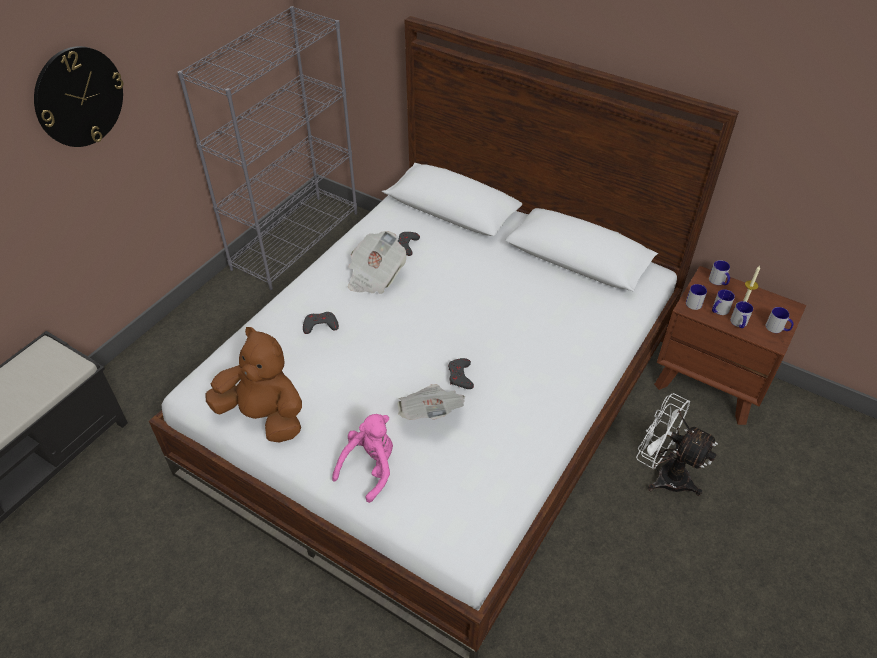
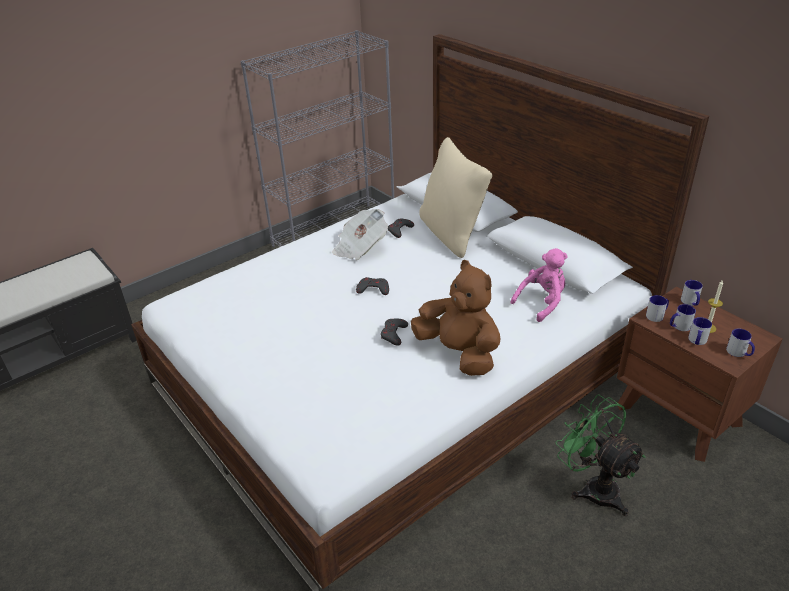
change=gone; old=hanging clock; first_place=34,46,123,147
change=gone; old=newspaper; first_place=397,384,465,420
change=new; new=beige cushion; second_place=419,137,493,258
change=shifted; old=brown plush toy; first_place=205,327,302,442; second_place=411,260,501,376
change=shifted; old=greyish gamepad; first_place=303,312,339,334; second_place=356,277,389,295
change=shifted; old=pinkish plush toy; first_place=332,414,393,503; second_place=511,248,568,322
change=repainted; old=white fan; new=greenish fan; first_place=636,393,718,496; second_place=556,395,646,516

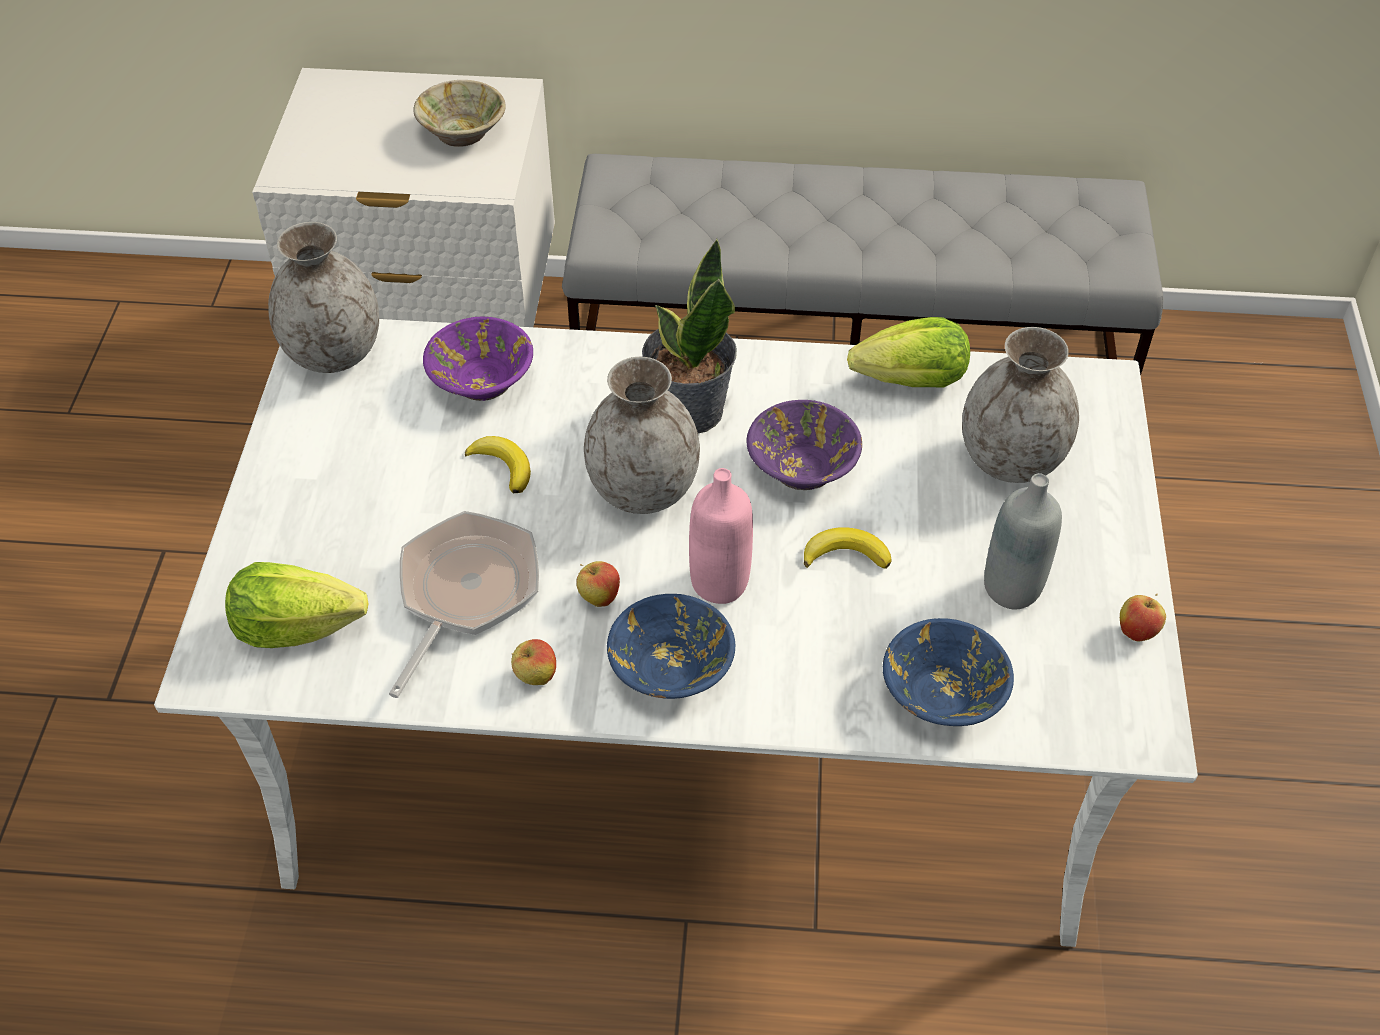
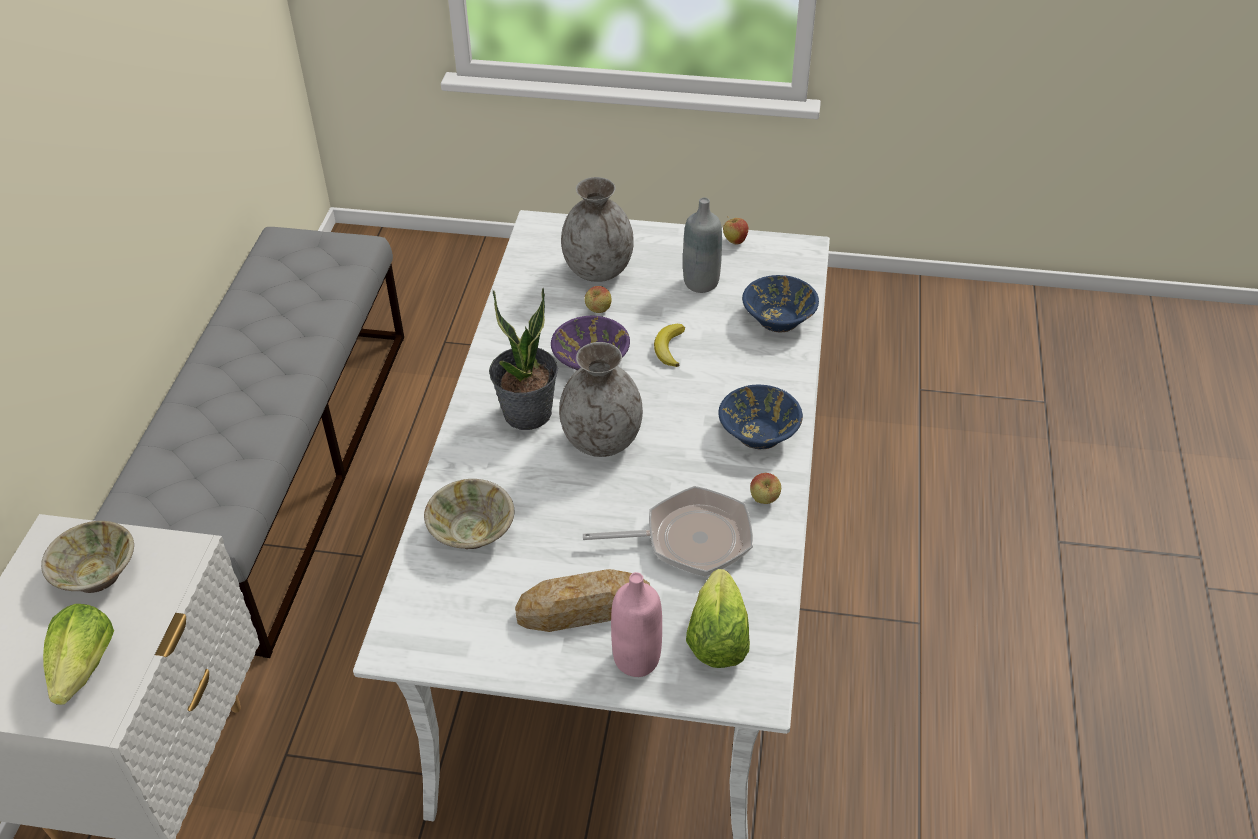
change=gone; old=greyish decorative vase; first_place=268,222,379,373
change=gone; old=banana fruit; first_place=465,436,531,494
change=new; new=bread; second_place=515,569,650,632
change=shifted; old=whole apple; first_place=576,561,620,607; second_place=585,286,612,313
change=shifted; old=pinkish bottle; first_place=689,468,753,604; second_place=611,572,662,677
change=shifted; old=lettuce head; first_place=847,317,970,388; second_place=43,604,114,705
change=repainted; old=purple-coloured deep dish; new=beige deep dish; first_place=423,317,533,401; second_place=424,479,514,549
change=rotated; old=pan; first_place=389,511,539,698; second_place=583,486,753,577; degrees=150

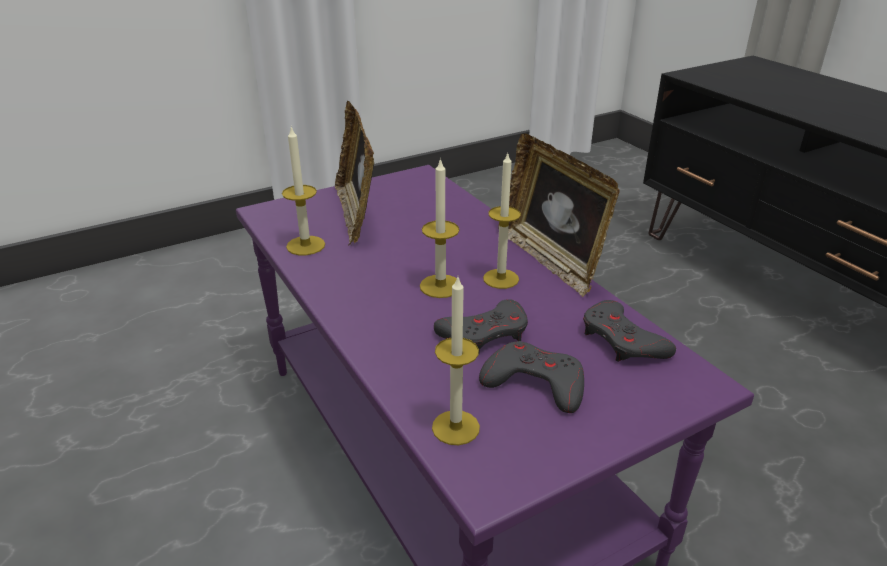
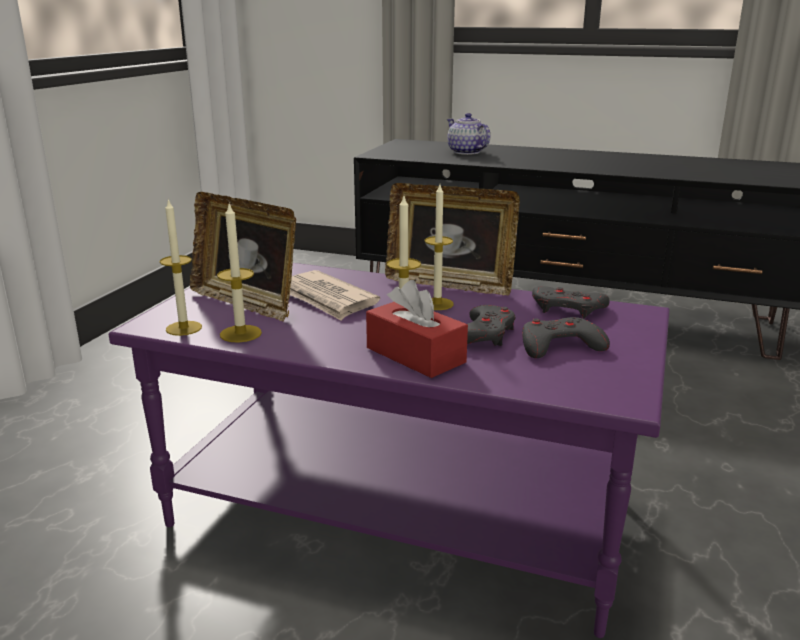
change=new; new=newspaper; second_place=290,270,380,321
change=new; new=red tissue box; second_place=366,280,468,378
change=new; new=tea pot; second_place=447,113,490,155
change=shifted; old=candle; first_place=432,277,480,445; second_place=160,198,202,336

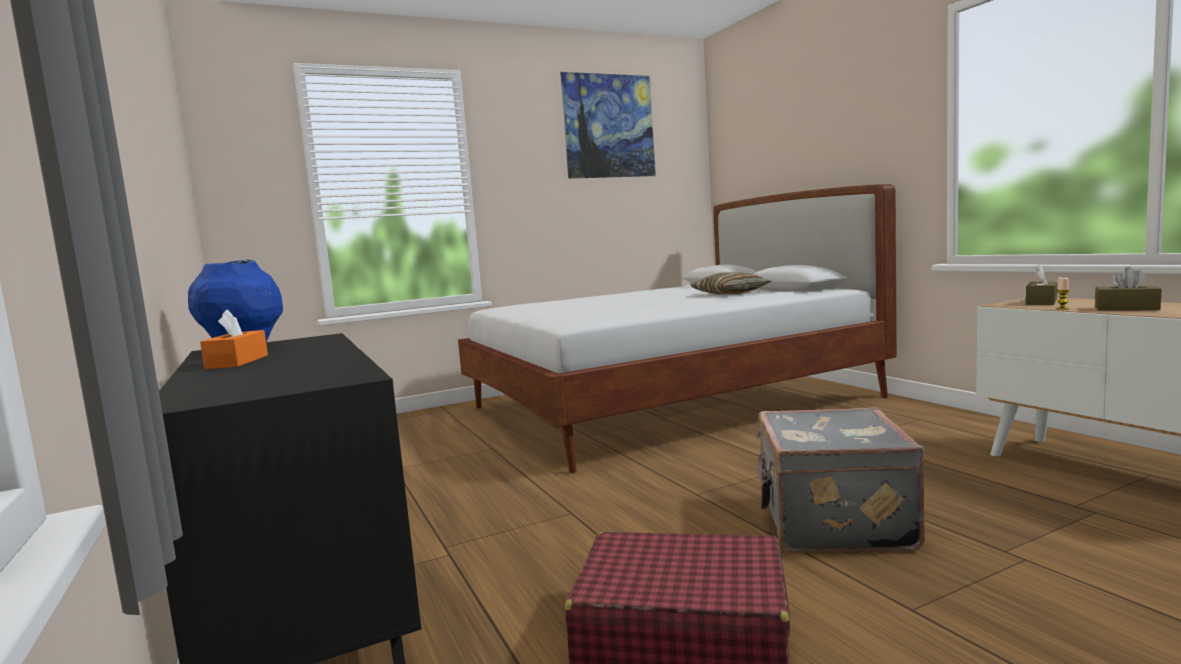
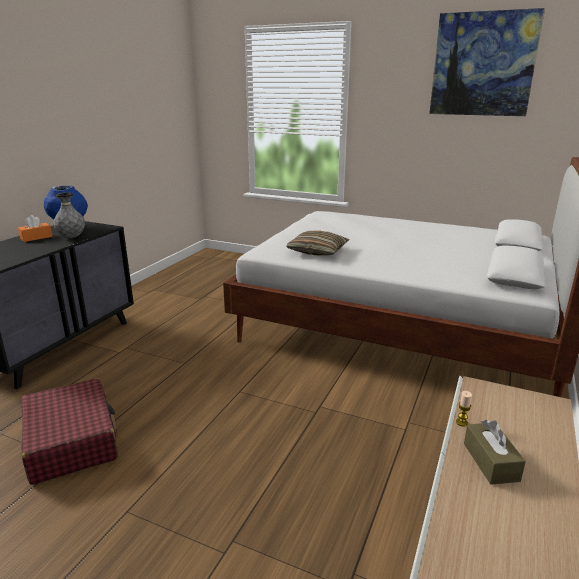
change=gone; old=greyish travel case; first_place=755,407,925,553
change=gone; old=brown tissue box; first_place=1026,265,1057,305
change=new; new=greyish decorative vase; second_place=53,193,85,238
change=shifted; old=cushion; first_place=690,272,771,294; second_place=286,230,350,256

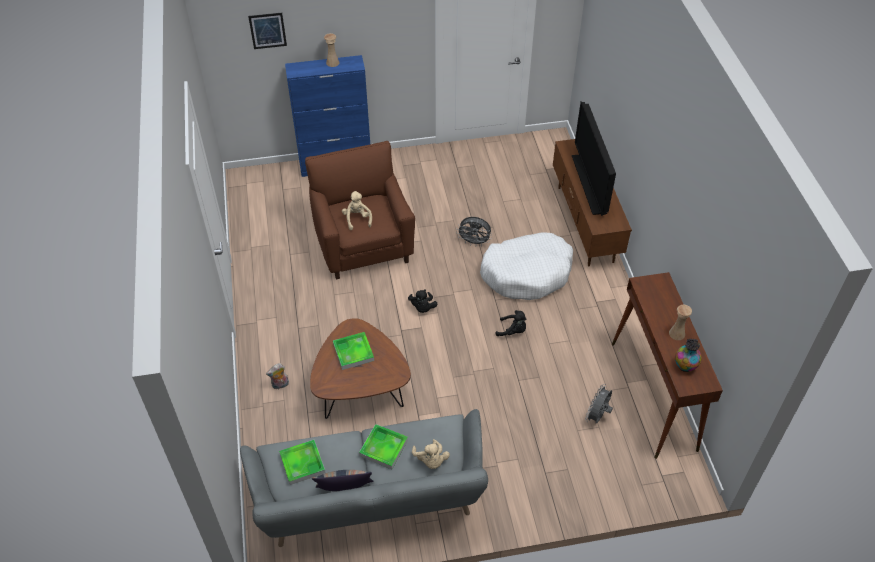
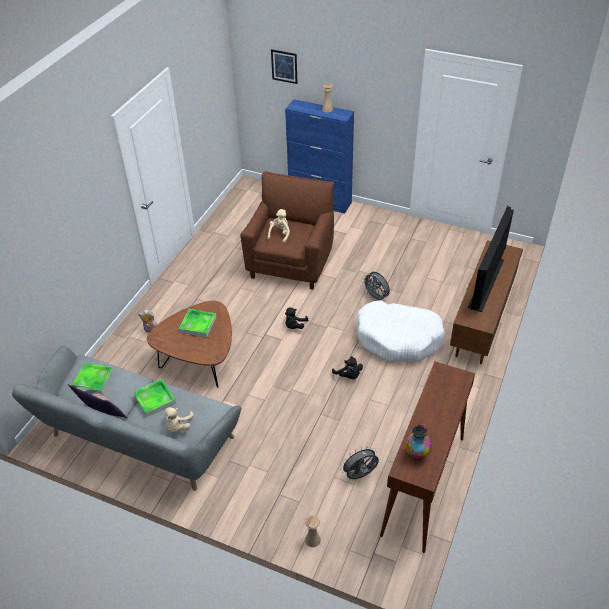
change=shifted; old=beige decorative vase; first_place=669,305,692,340; second_place=305,515,321,547

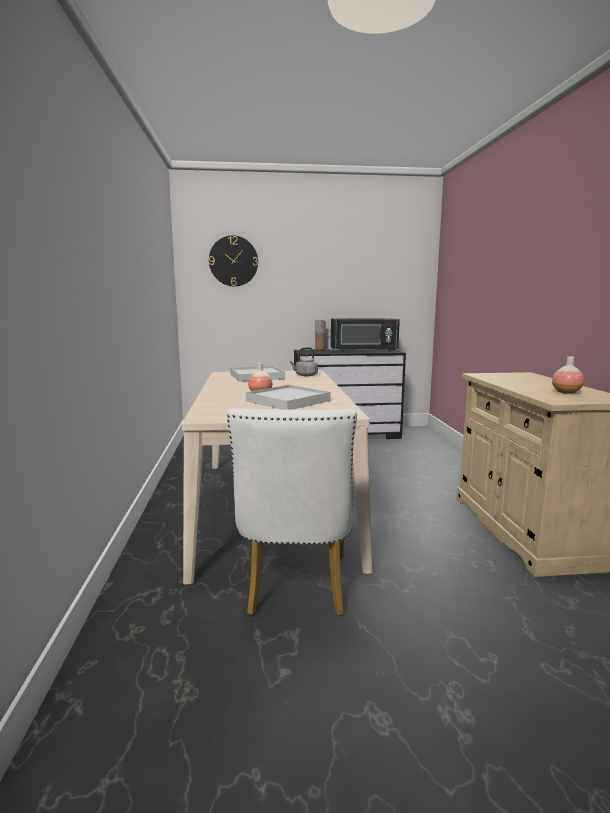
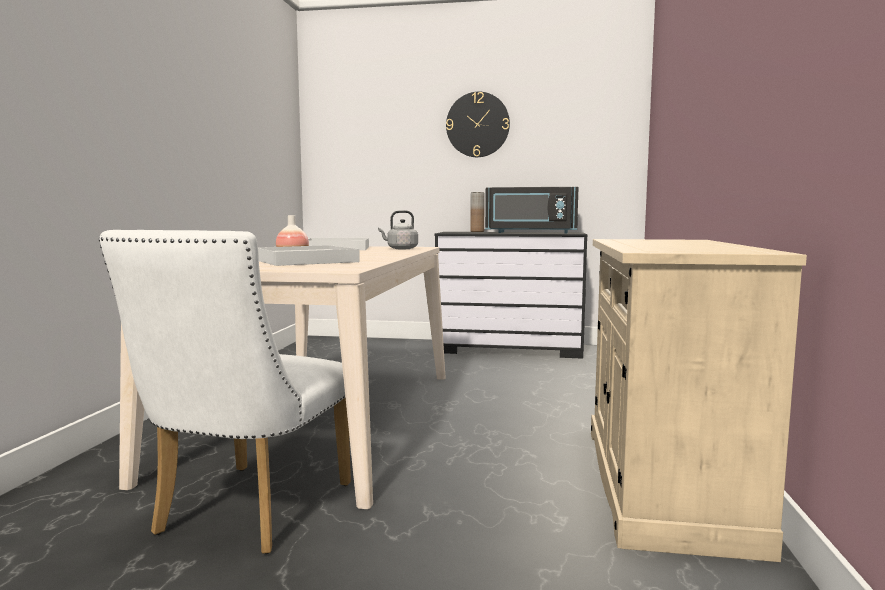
change=gone; old=decorative vase; first_place=552,356,584,394
change=shifted; old=hanging clock; first_place=209,235,258,287; second_place=446,92,510,157

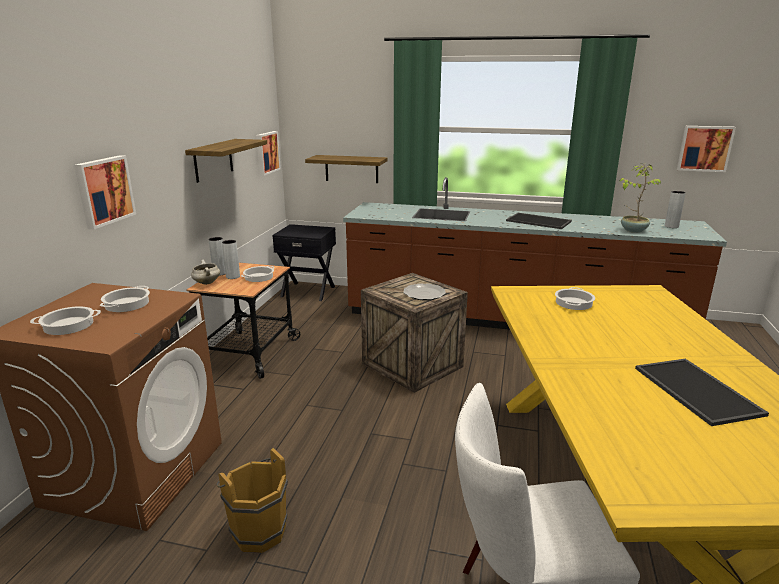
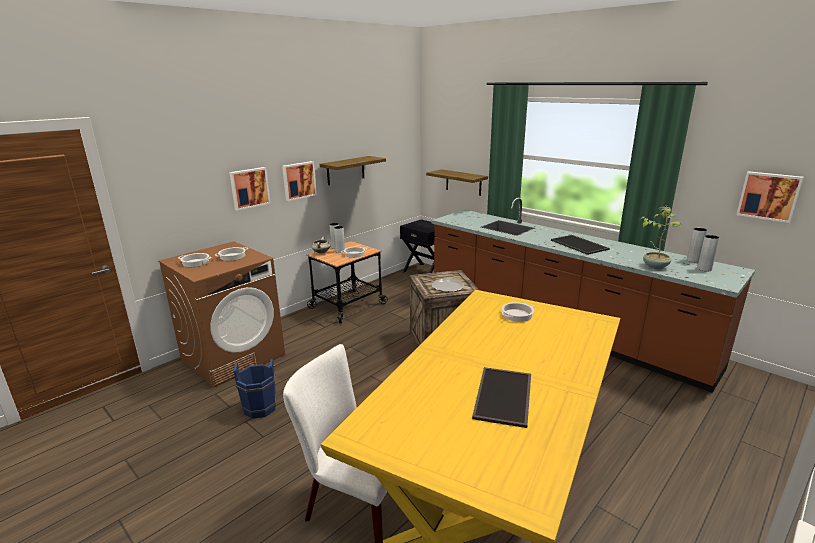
change=new; new=greyish decorative vase; second_place=687,228,707,263
change=shifted; old=wall picture; first_place=256,131,281,176; second_place=282,161,317,201
change=repainted; old=brown bucket; new=bluish bucket; first_place=216,448,288,553; second_place=233,359,277,419

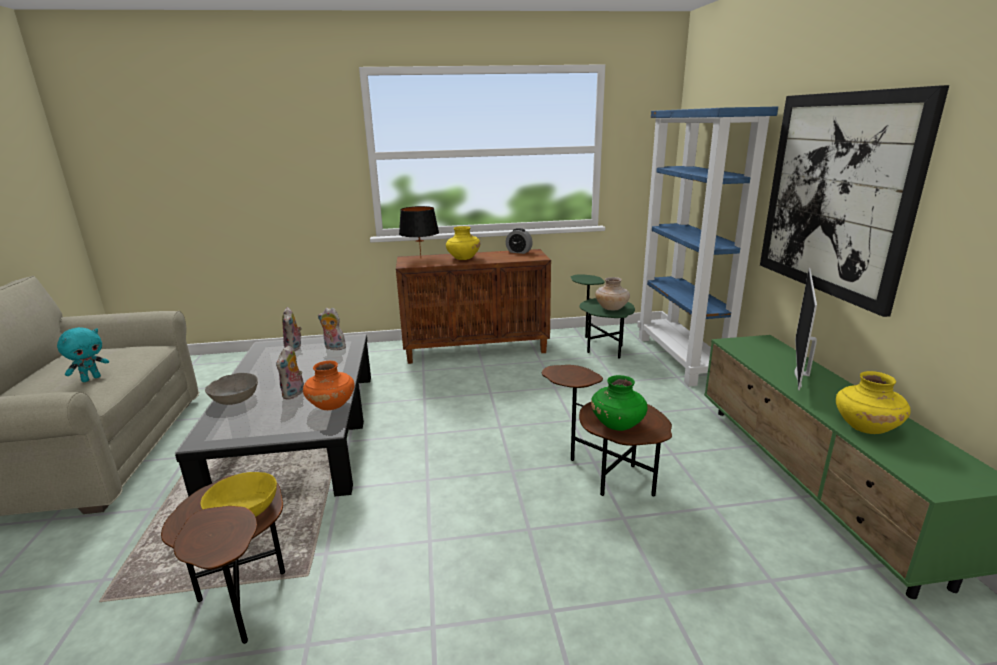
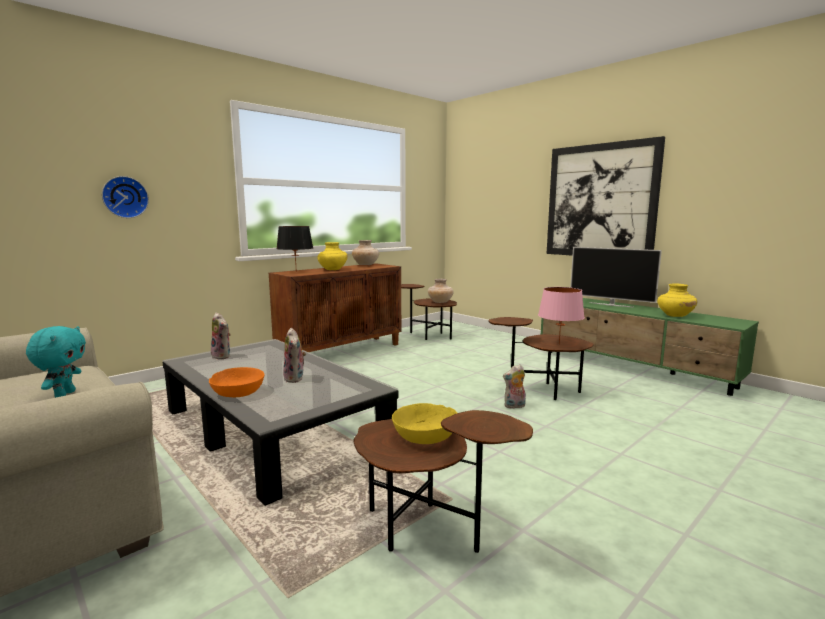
change=gone; old=orangey decorative vase; first_place=303,361,355,410
change=gone; old=bluish bookcase; first_place=637,107,778,386
change=new; new=hanging clock; second_place=102,176,149,218
change=shifted; old=plush toy; first_place=318,308,346,350; second_place=503,365,526,409
change=swapped; old=bedside clock; new=beige decorative vase; first_place=506,228,533,254; second_place=352,240,379,265
change=swapped; old=greenish decorative vase; new=pinkish table lamp; first_place=591,375,648,431; second_place=538,287,585,345
change=repainted; old=greyish deep dish; new=orangey deep dish; first_place=205,373,258,405; second_place=209,367,265,397
change=repainted; old=greenish accent table; new=brown accent table; first_place=571,274,635,359; second_place=401,284,457,340
change=rotated; old=TV set; first_place=794,268,817,390; second_place=570,247,662,308; degrees=-45

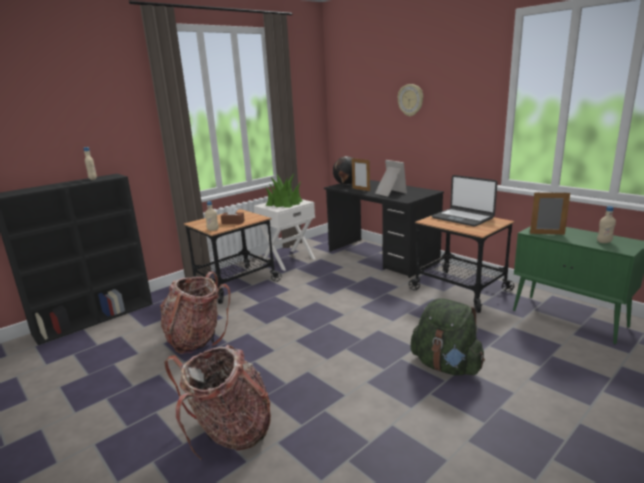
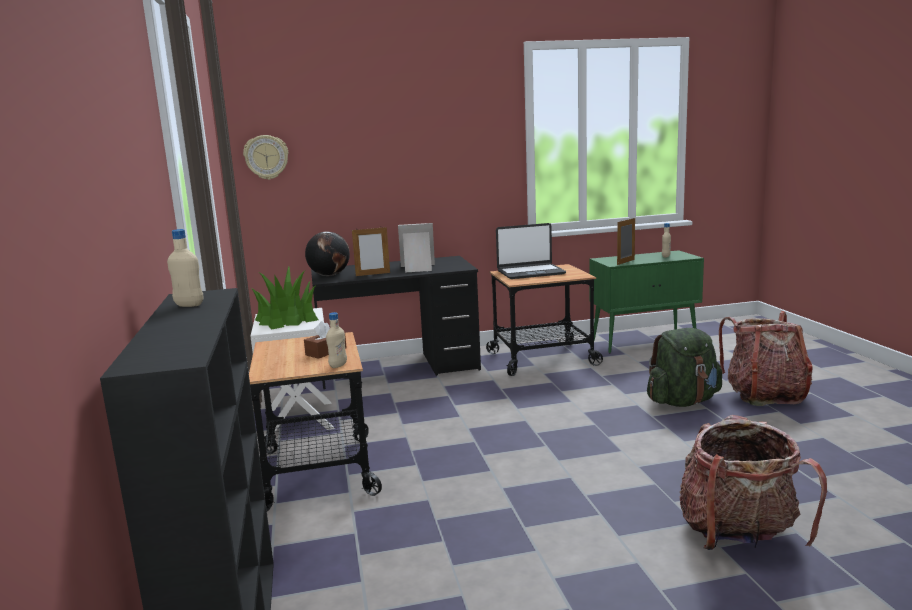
change=shifted; old=knapsack; first_place=160,271,230,354; second_place=719,311,813,406
change=shifted; old=hanging clock; first_place=397,84,423,117; second_place=243,135,288,180

